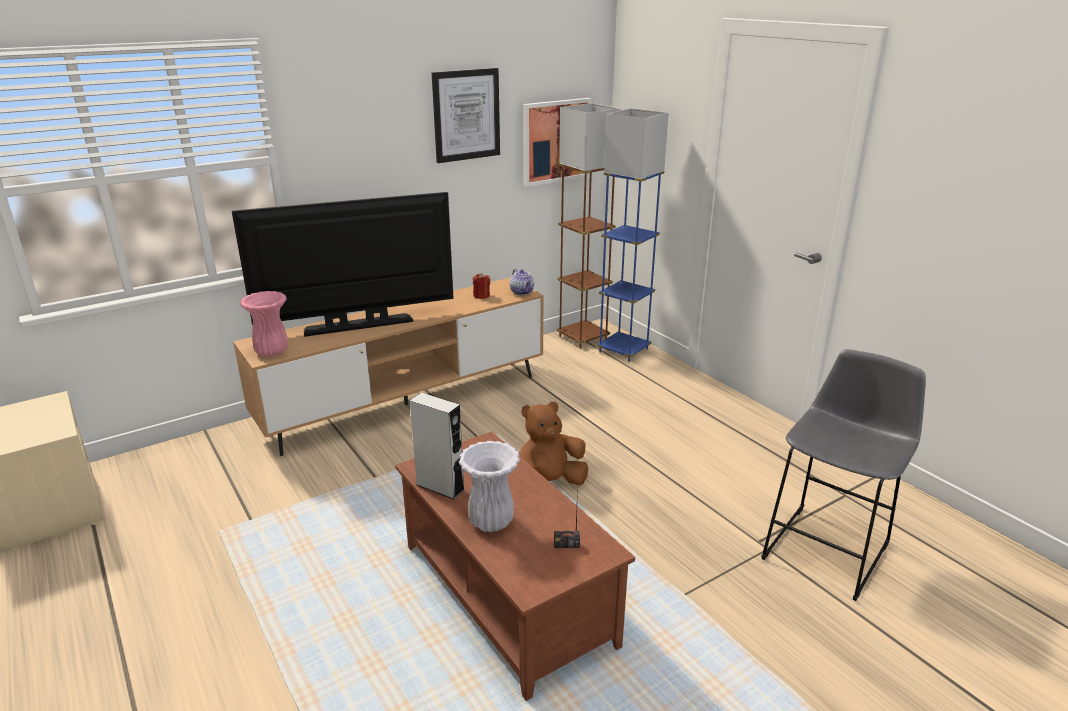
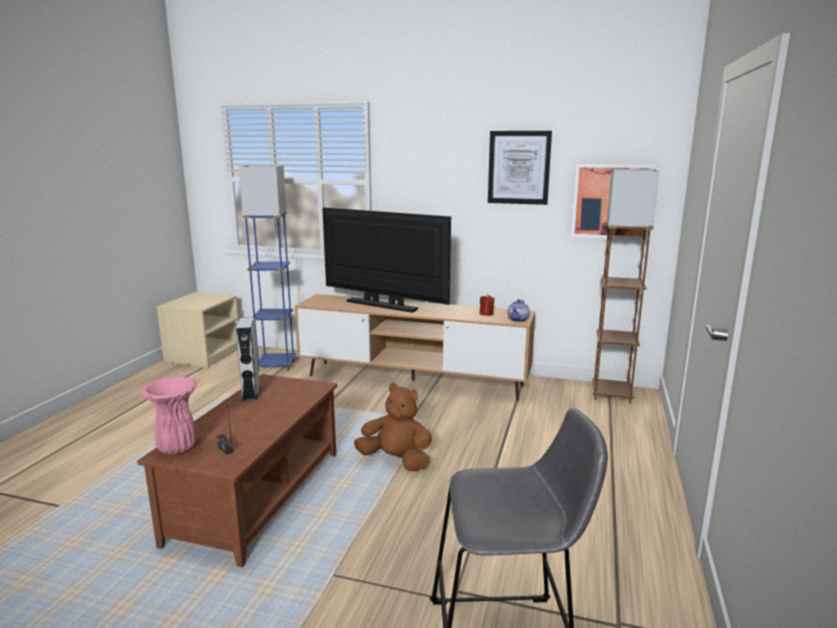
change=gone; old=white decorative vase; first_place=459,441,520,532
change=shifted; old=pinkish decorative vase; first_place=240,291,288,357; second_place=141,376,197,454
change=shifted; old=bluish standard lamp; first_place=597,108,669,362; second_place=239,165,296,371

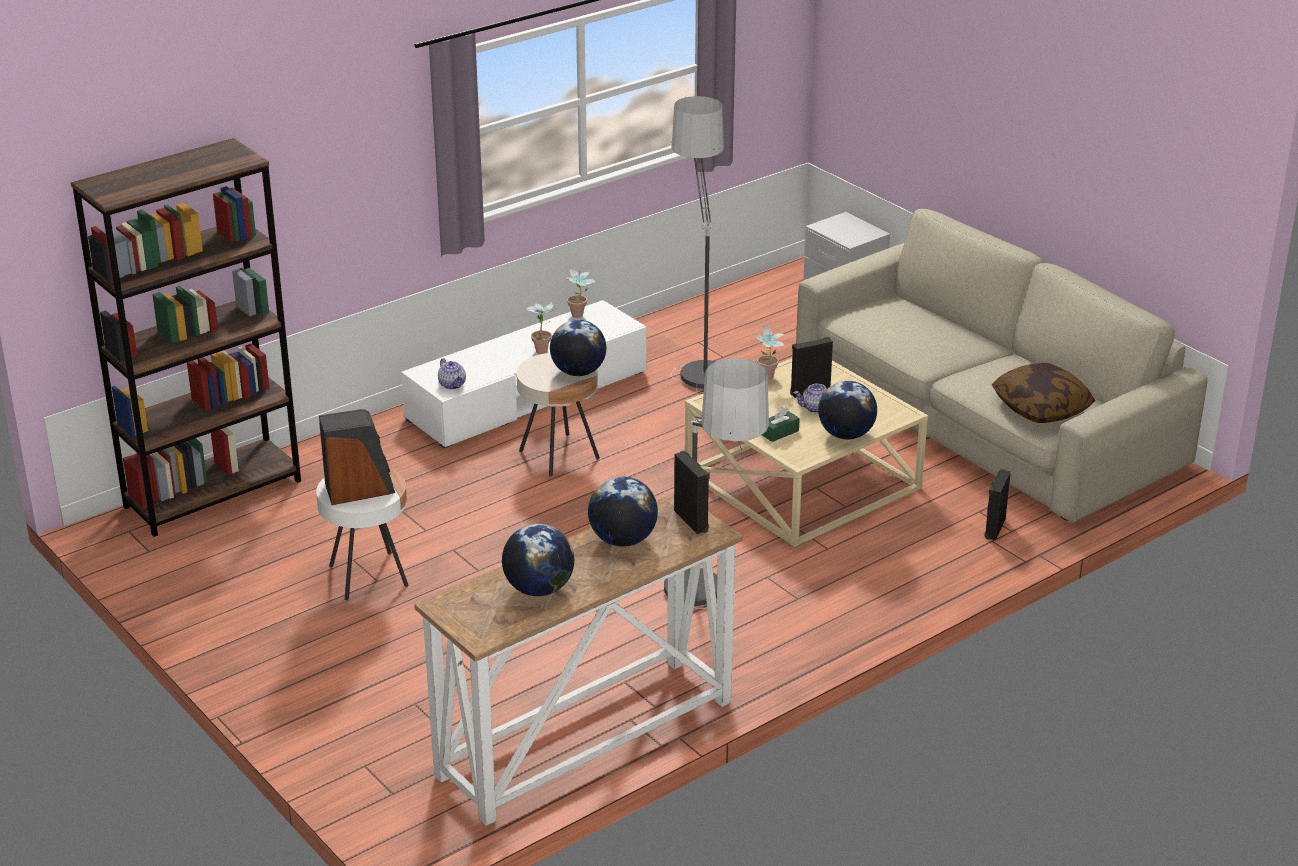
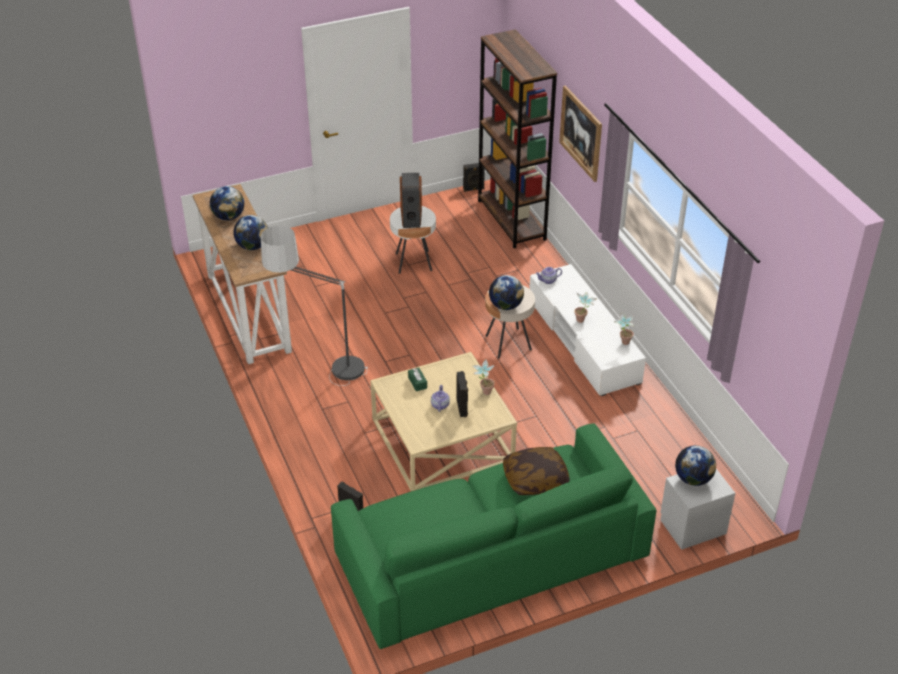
change=gone; old=standard lamp; first_place=670,96,724,393
change=new; new=wall picture; second_place=559,85,602,182
change=shifted; old=blackish audio speaker; first_place=674,450,710,534; second_place=463,163,485,192
change=shifted; old=world globe; first_place=818,381,877,439; second_place=675,445,716,486
change=shifted; old=cushion; first_place=992,363,1095,423; second_place=503,447,570,495
change=repainted; old=beige couch; new=greenish couch; first_place=796,209,1208,522; second_place=331,424,657,649

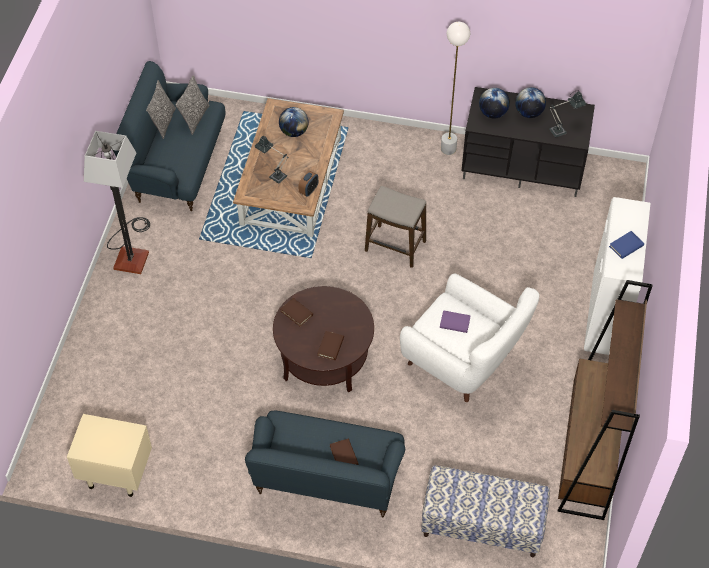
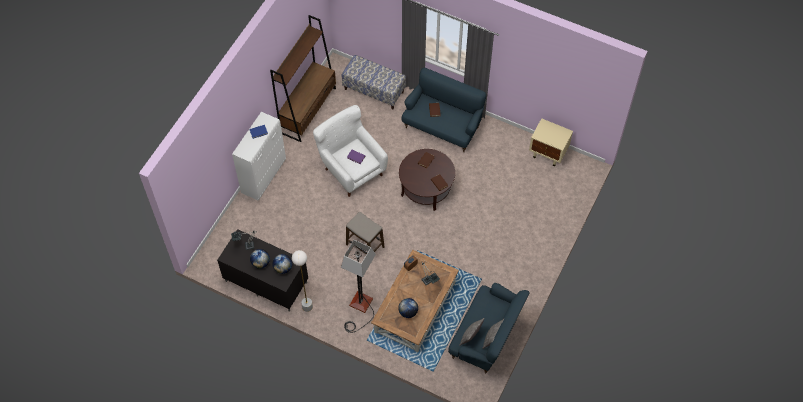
change=shifted; old=standard lamp; first_place=84,131,150,274; second_place=341,240,376,333

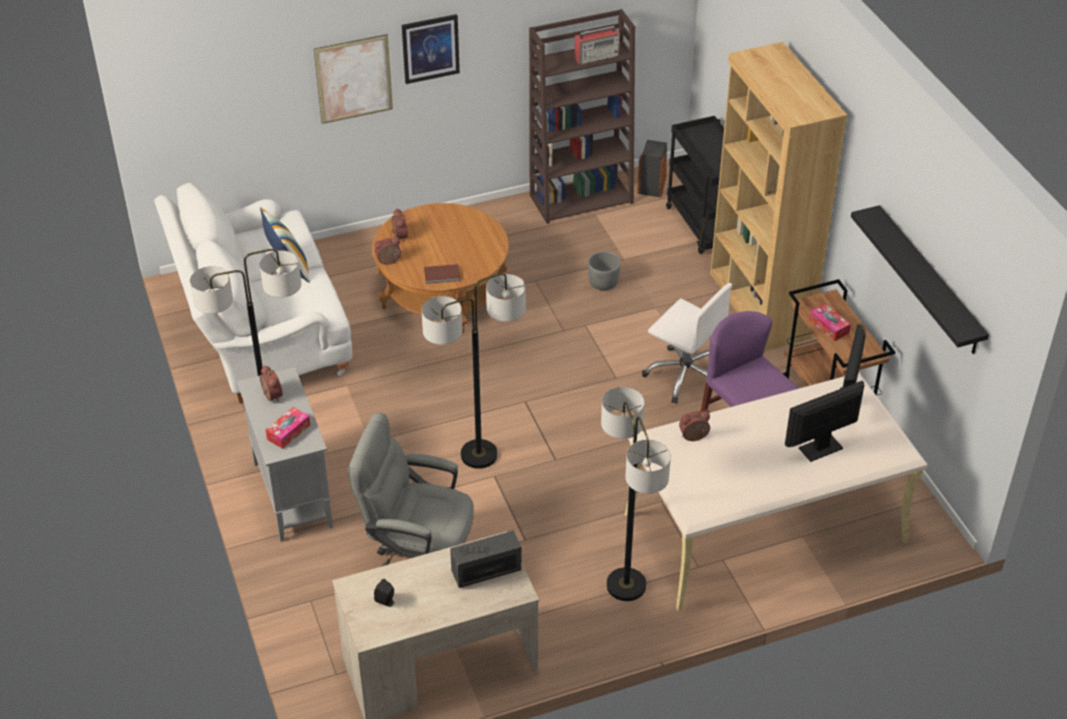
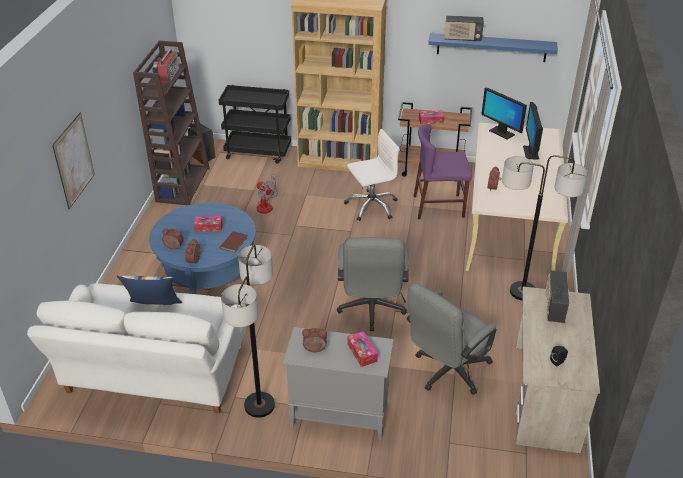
change=gone; old=wall picture; first_place=402,14,460,84
change=new; new=tissue box; second_place=194,216,223,232
change=new; new=radio set; second_place=444,15,484,41
change=swapped; old=standard lamp; new=greyish computer chair; first_place=422,273,526,469; second_place=337,237,409,331
change=swapped; old=greyish plant pot; new=fan; first_place=588,251,621,291; second_place=257,174,278,214
change=repainted; old=brown lounge table; new=bluish lounge table; first_place=372,203,509,334; second_place=149,203,257,294
change=repainted; old=blackish shelf; new=bluish shelf; first_place=851,205,989,354; second_place=428,33,558,62

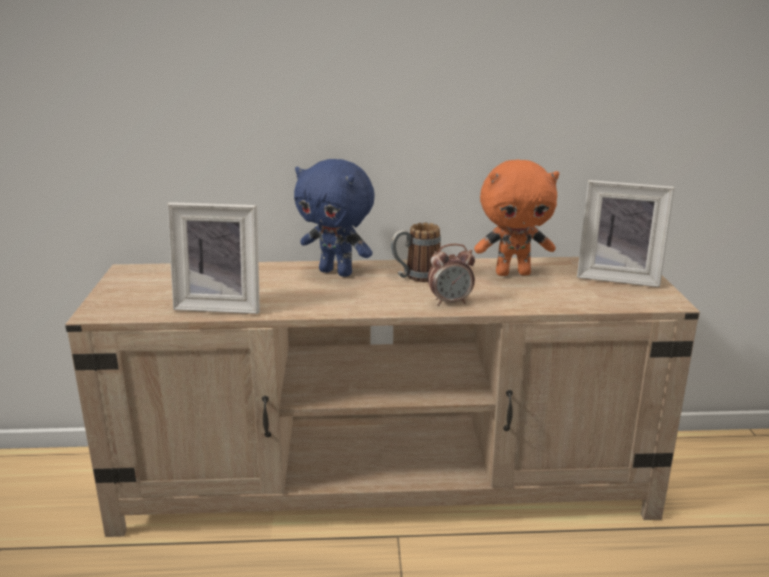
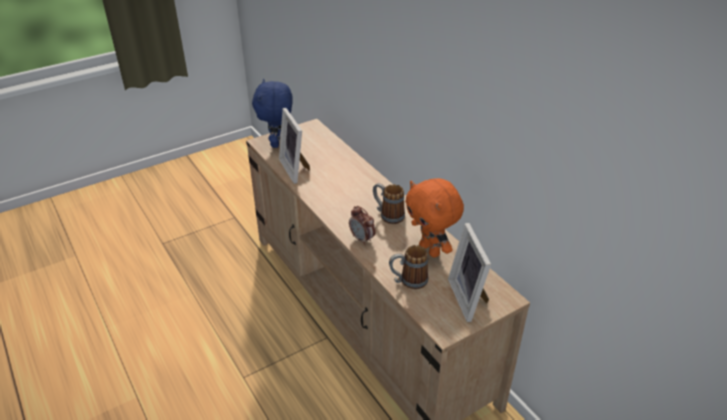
change=new; new=tea mug; second_place=389,245,428,289
change=shifted; old=bluish plush toy; first_place=294,159,375,277; second_place=252,79,293,148

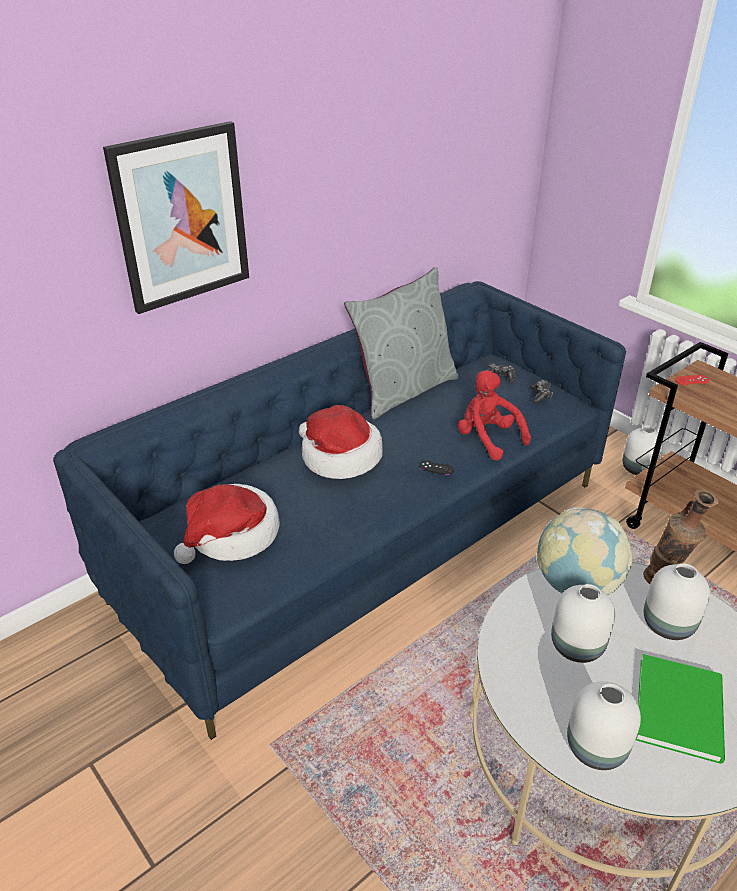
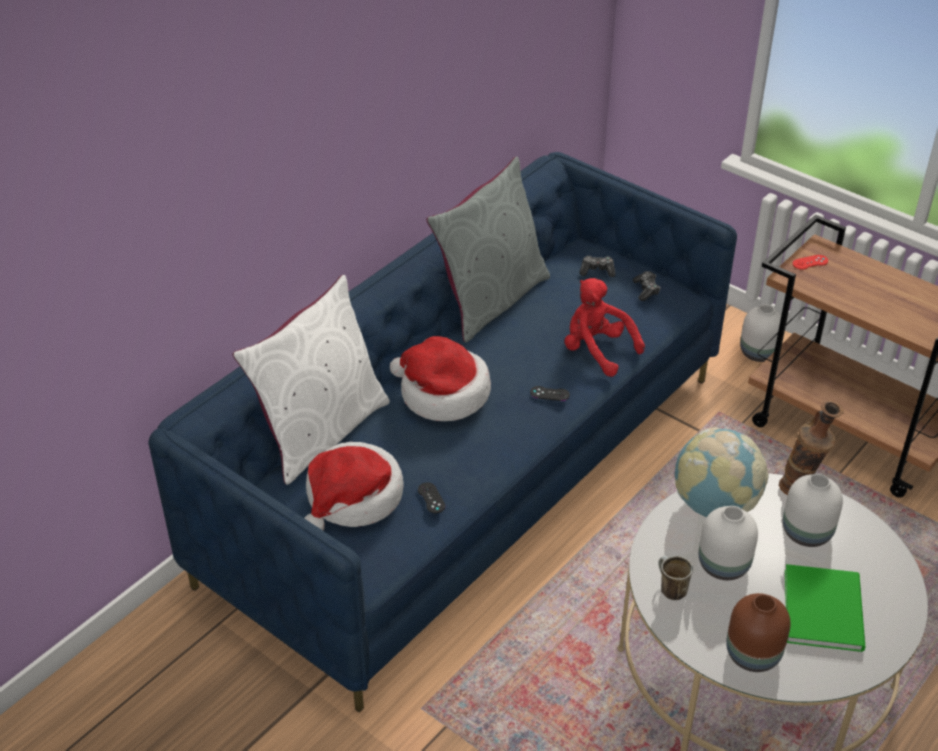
change=gone; old=wall picture; first_place=103,121,249,314
change=new; new=white cushion; second_place=233,275,390,485
change=new; new=blackish gamepad; second_place=418,482,445,513
change=new; new=tea mug; second_place=658,555,693,600
change=repainted; old=white decorative vase; new=brown decorative vase; first_place=567,681,641,770; second_place=726,593,791,672

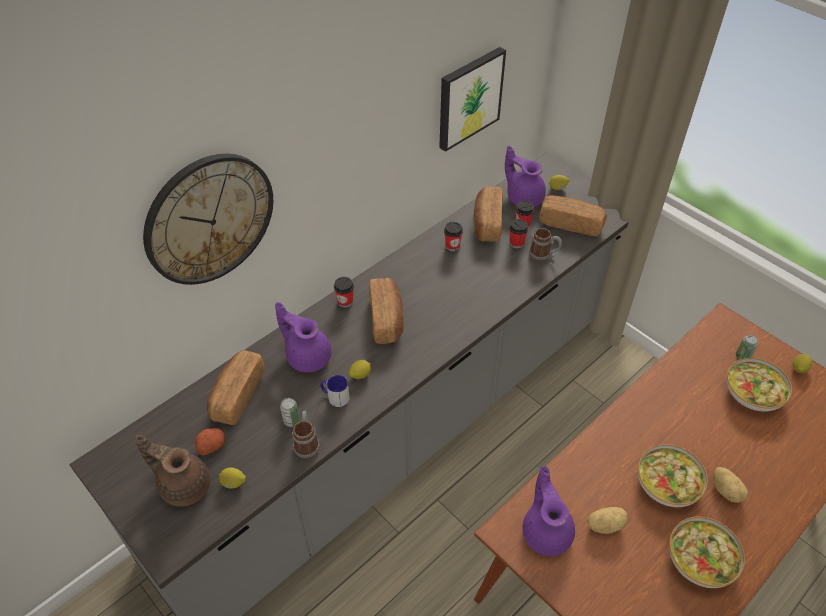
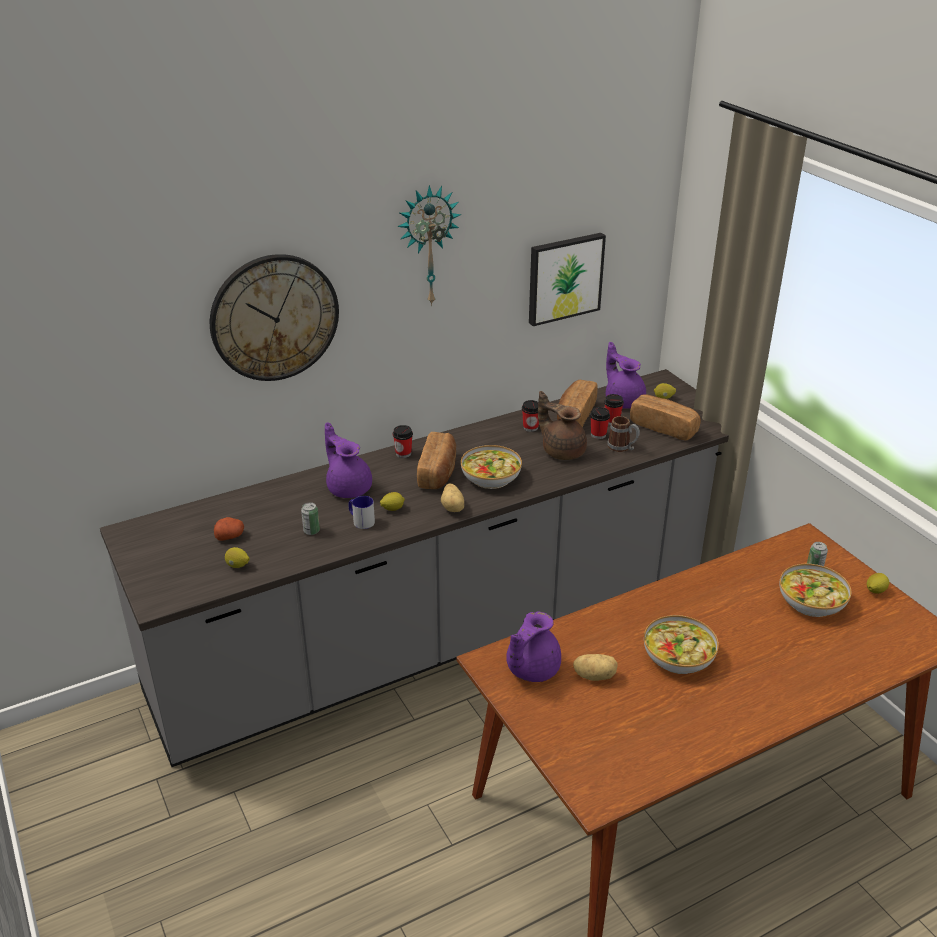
change=gone; old=bread; first_place=207,350,264,425
change=gone; old=tea mug; first_place=292,411,320,459
change=new; new=hanging clock; second_place=397,185,461,306
change=shifted; old=brown tea pot; first_place=135,435,210,507; second_place=538,391,587,460
change=shifted; old=deep dish; first_place=669,517,745,588; second_place=461,445,522,489
change=shifted; old=whole potato; first_place=713,467,748,503; second_place=441,483,464,512
change=rotated; old=purple-coloured tea pot; first_place=523,466,575,556; second_place=506,612,561,682; degrees=-150

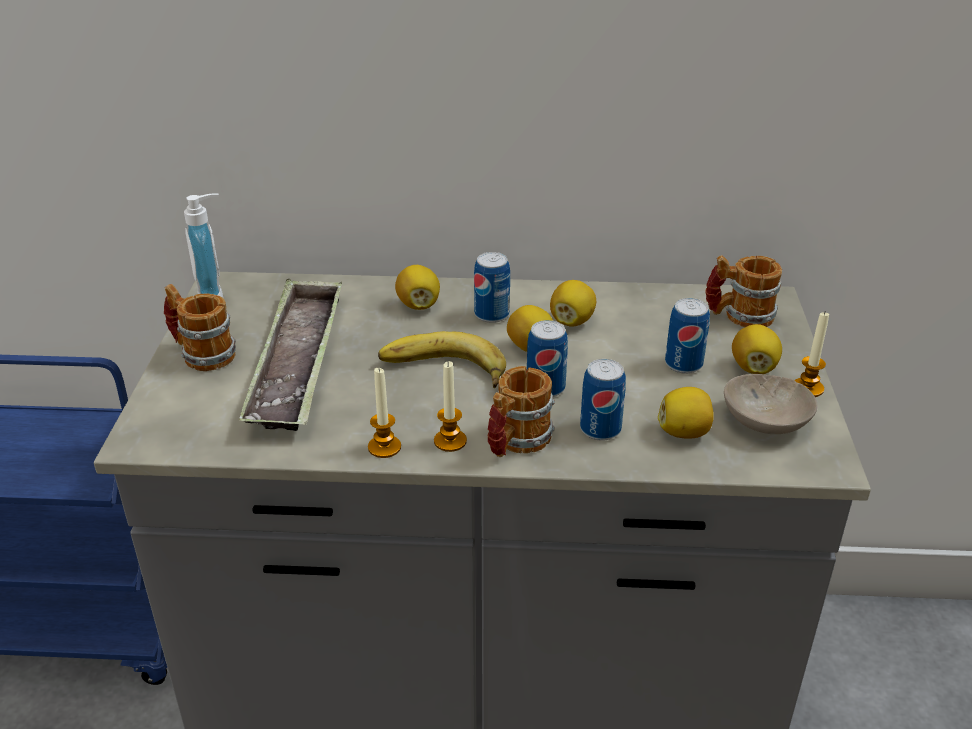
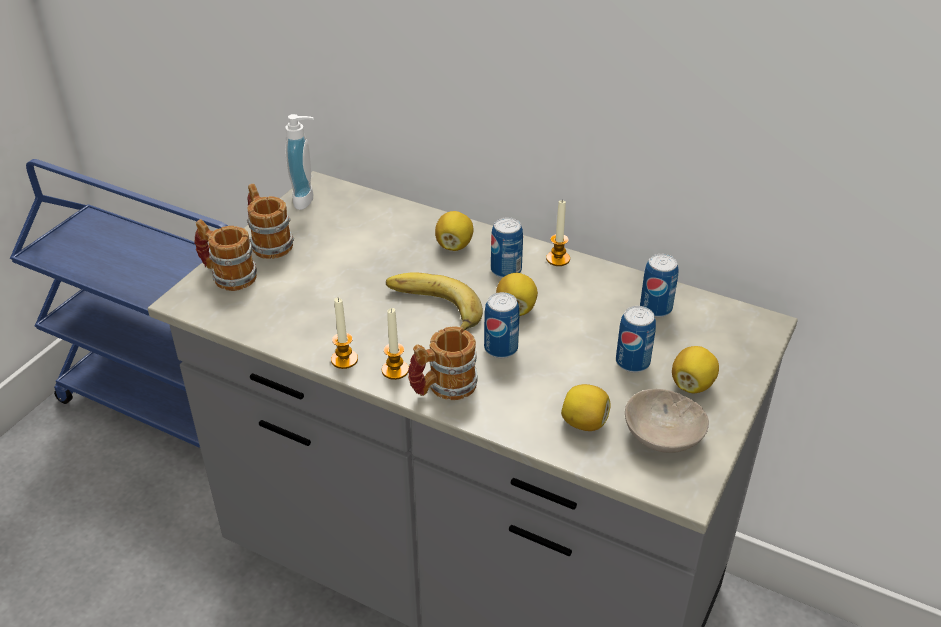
change=gone; old=serving tray; first_place=239,279,342,431
change=gone; old=lemon; first_place=550,280,596,327
change=shifted; old=sealed can; first_place=580,359,626,441; second_place=640,254,679,317
change=shifted; old=tea mug; first_place=705,255,782,327; second_place=194,219,257,291
change=shifted; old=candle; first_place=795,312,829,397; second_place=546,199,570,266

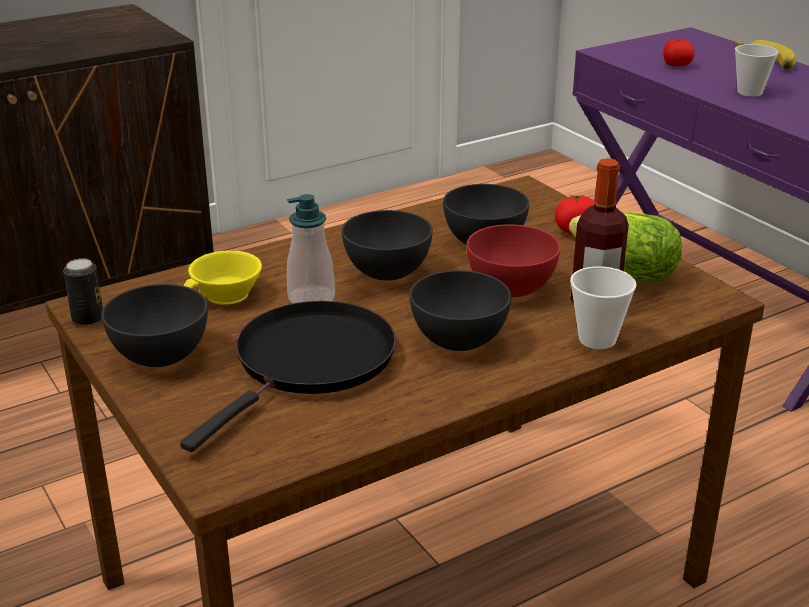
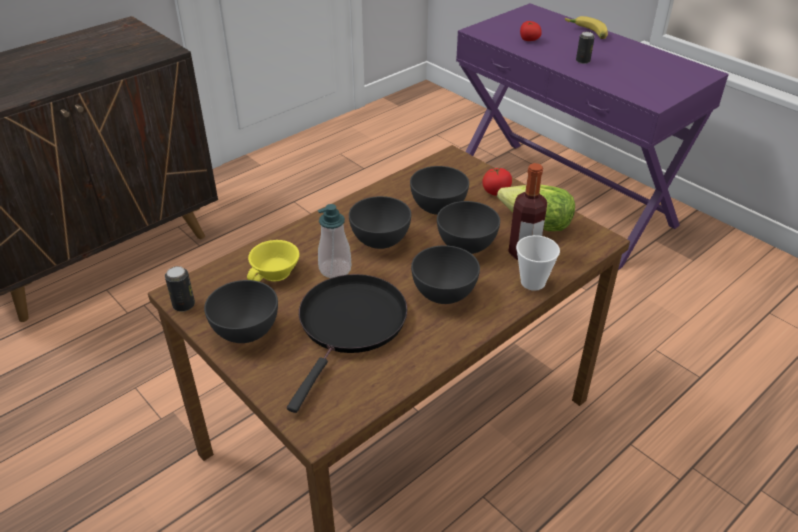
change=swapped; old=drinking cup; new=sealed can; first_place=735,44,779,97; second_place=576,32,595,64
change=repainted; old=red deep dish; new=greyish deep dish; first_place=467,224,561,297; second_place=437,201,500,254

